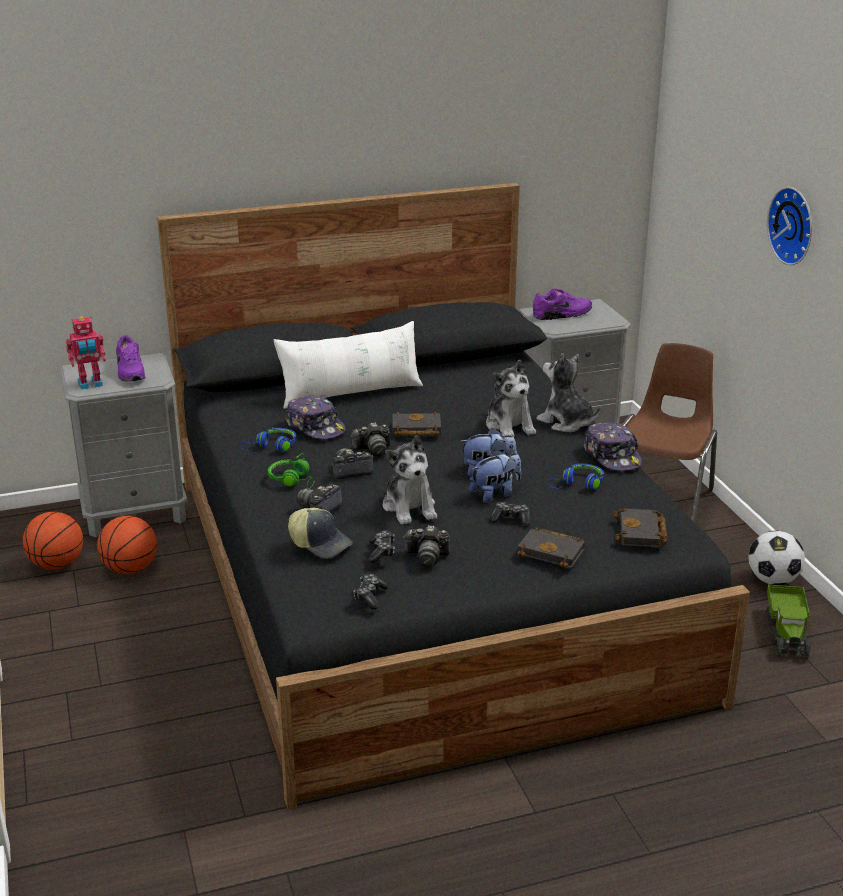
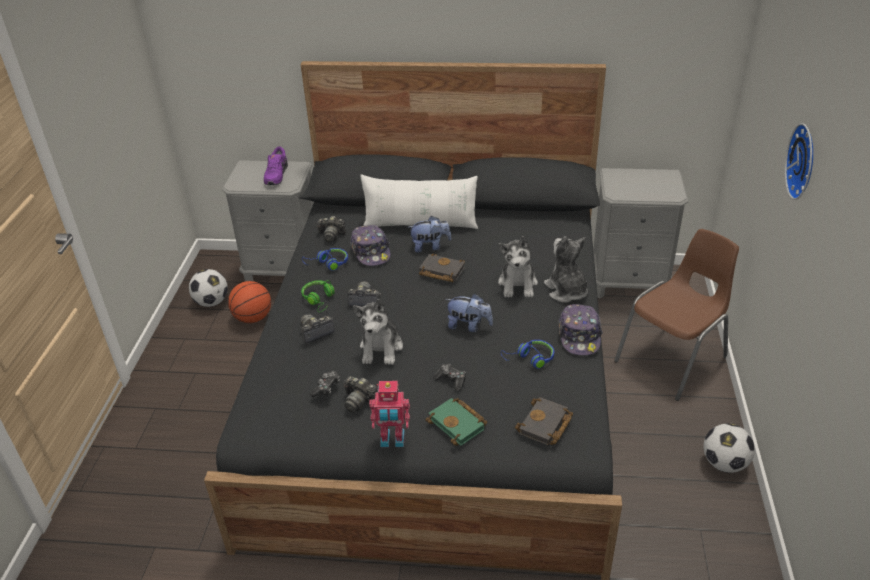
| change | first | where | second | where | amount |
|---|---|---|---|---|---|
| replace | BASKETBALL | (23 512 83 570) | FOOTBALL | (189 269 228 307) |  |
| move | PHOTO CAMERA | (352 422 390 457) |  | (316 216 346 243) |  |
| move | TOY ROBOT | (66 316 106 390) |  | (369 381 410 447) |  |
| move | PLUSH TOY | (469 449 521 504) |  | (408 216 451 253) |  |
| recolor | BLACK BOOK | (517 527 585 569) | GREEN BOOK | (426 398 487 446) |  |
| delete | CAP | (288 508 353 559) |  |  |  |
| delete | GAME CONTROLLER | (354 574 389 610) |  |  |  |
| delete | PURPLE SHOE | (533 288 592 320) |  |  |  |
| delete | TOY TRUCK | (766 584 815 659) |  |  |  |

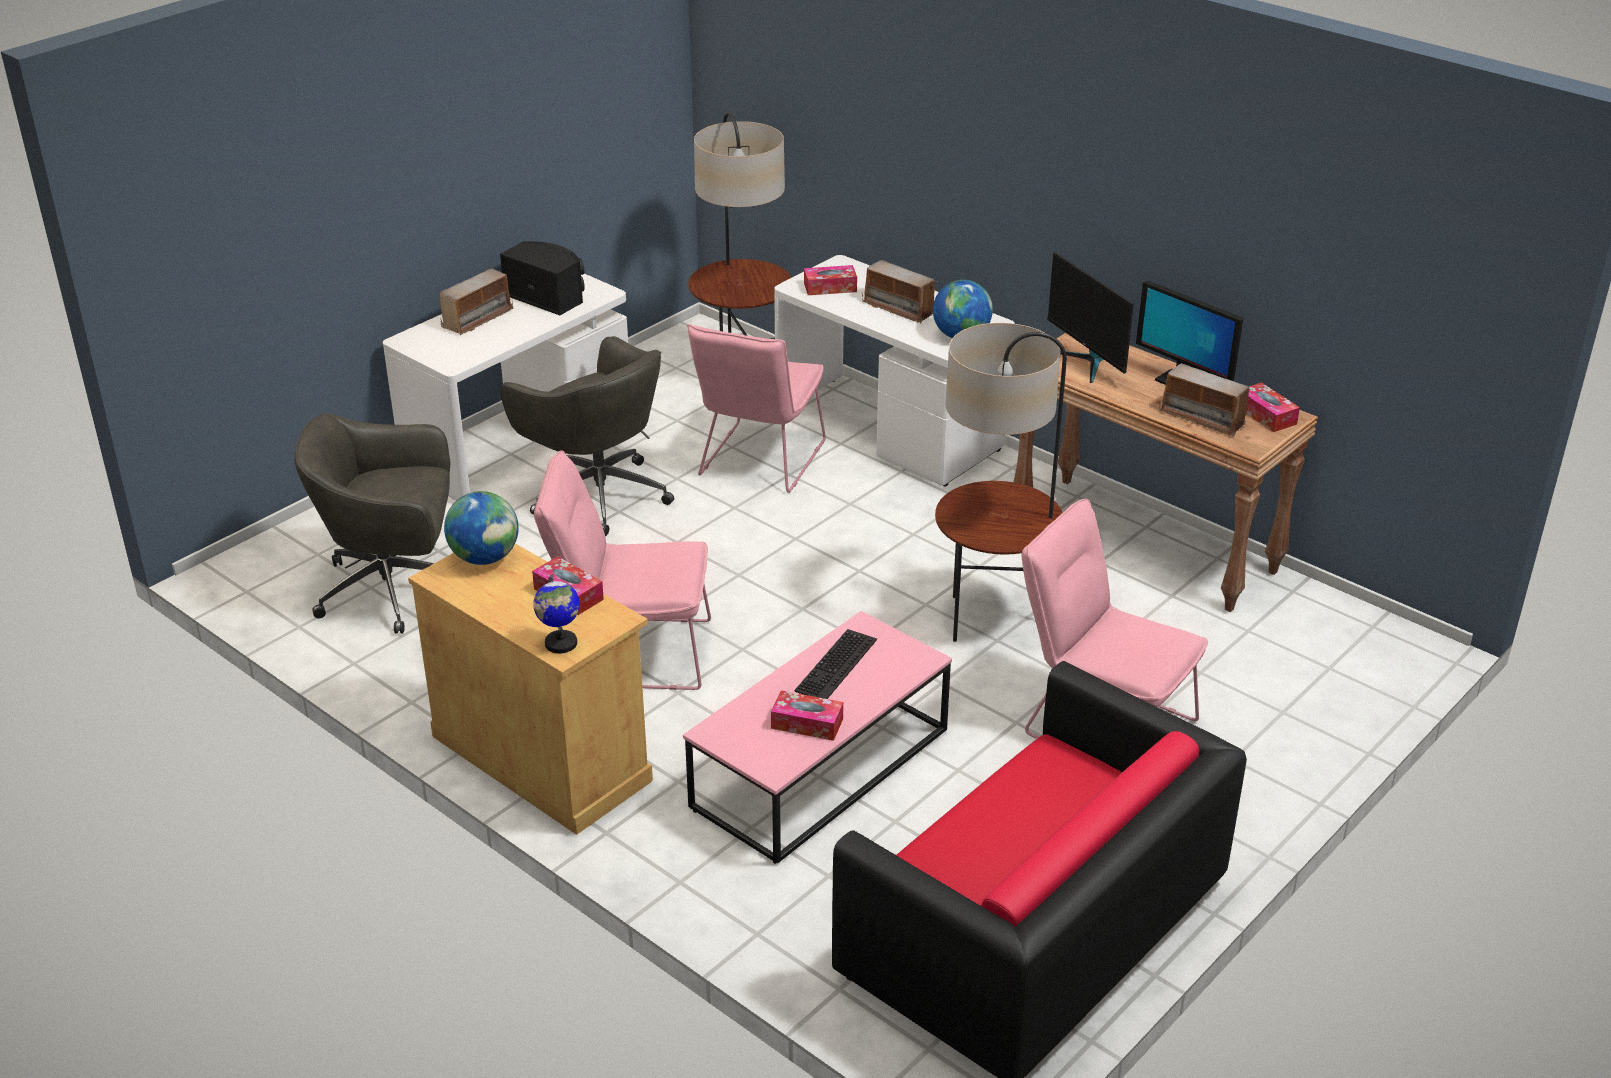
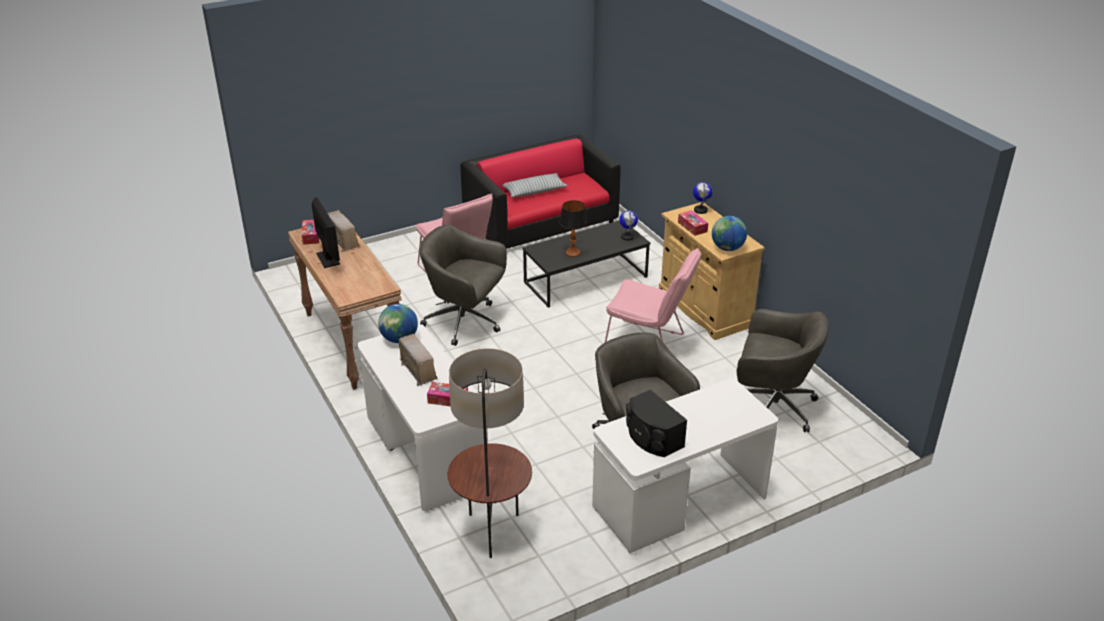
| change | first | where | second | where | amount |
|---|---|---|---|---|---|
| replace | FLOOR LAMP | (935 323 1067 642) | GREY OFFICE CHAIR | (419 225 507 346) |  |
| insert |  |  | PILLOW | (503 173 568 197) |  |
| recolor | PINK COFFEE TABLE | (683 611 952 864) | BLACK COFFEE TABLE | (523 221 650 308) |  |
| replace | KEYBOARD | (794 629 877 699) | TABLE LAMP | (559 200 587 257) |  |
| insert |  |  | GLOBE | (619 210 638 241) |  |
| delete | RADIO | (439 269 513 335) |  |  |  |
| delete | PINK CHAIR | (687 324 826 493) |  |  |  |
| delete | TISSUE BOX | (771 690 843 741) |  |  |  |
| delete | MONITOR | (1047 252 1134 383) |  |  |  |

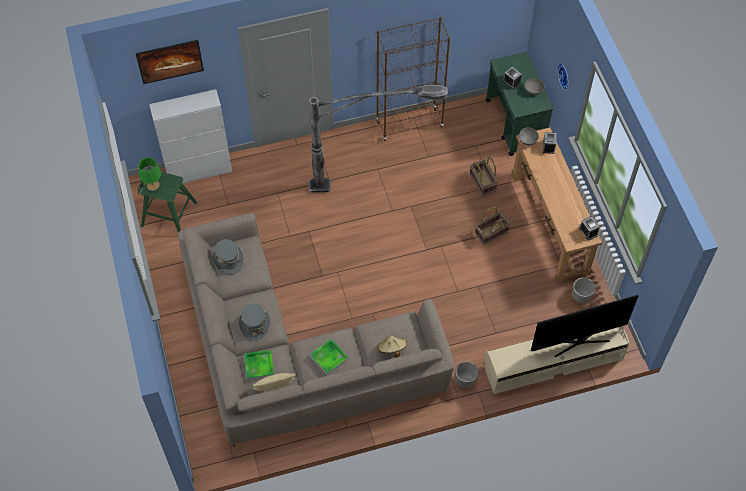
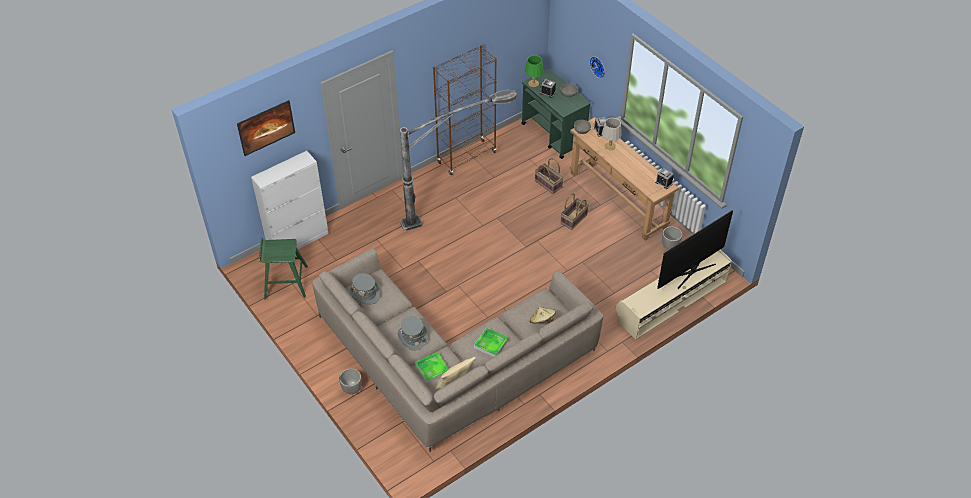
| change | first | where | second | where | amount |
|---|---|---|---|---|---|
| move | PLANTER | (455 361 479 388) |  | (339 368 362 394) |  |
| move | GREEN TABLE LAMP | (138 157 161 191) |  | (525 55 544 87) |  |
| insert |  |  | GREY TABLE LAMP | (602 118 622 150) |  |

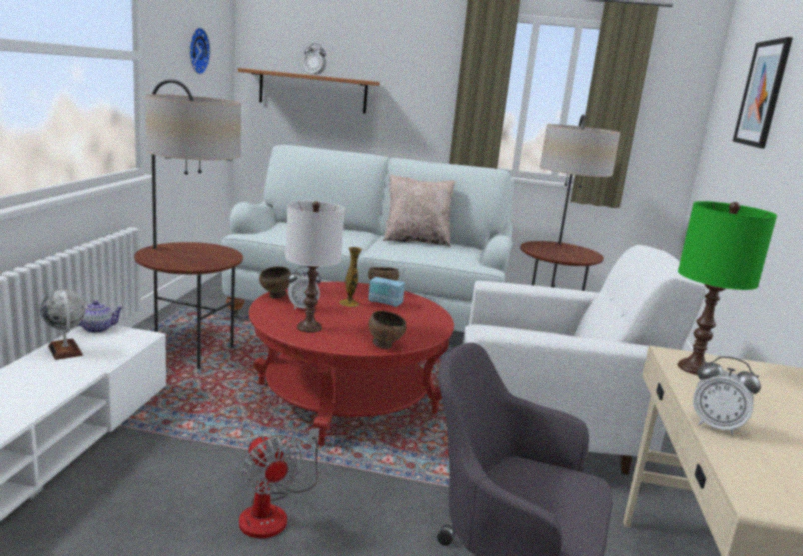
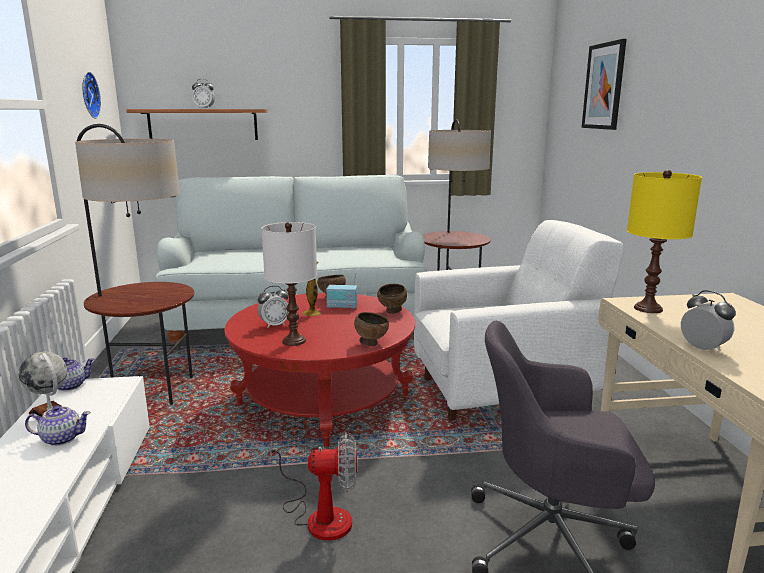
| change | first | where | second | where | amount |
|---|---|---|---|---|---|
| insert |  |  | TEAPOT | (25 405 91 446) |  |
| rotate | FAN | (239 428 319 539) |  | (270 432 357 541) | 45 degrees counterclockwise |
| move | BROWN BOWL | (259 266 291 299) |  | (377 284 407 314) |  |
| recolor | GREEN TABLE LAMP | (677 201 777 375) | YELLOW TABLE LAMP | (627 170 702 313) |  |
| rotate | ALARM CLOCK | (693 356 761 436) |  | (681 290 736 352) | 135 degrees counterclockwise |
| delete | BEIGE PILLOW | (383 174 455 247) |  |  |  |

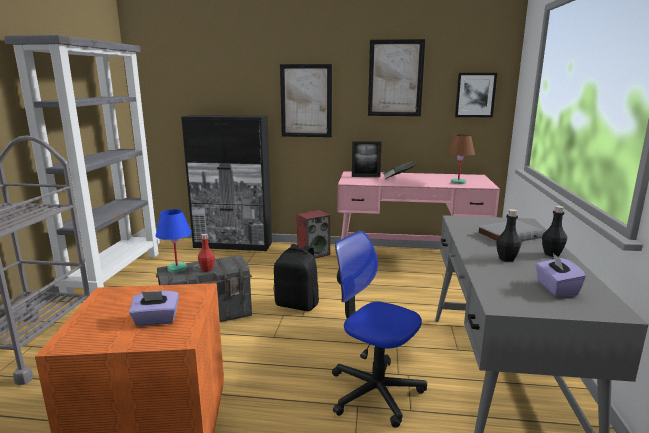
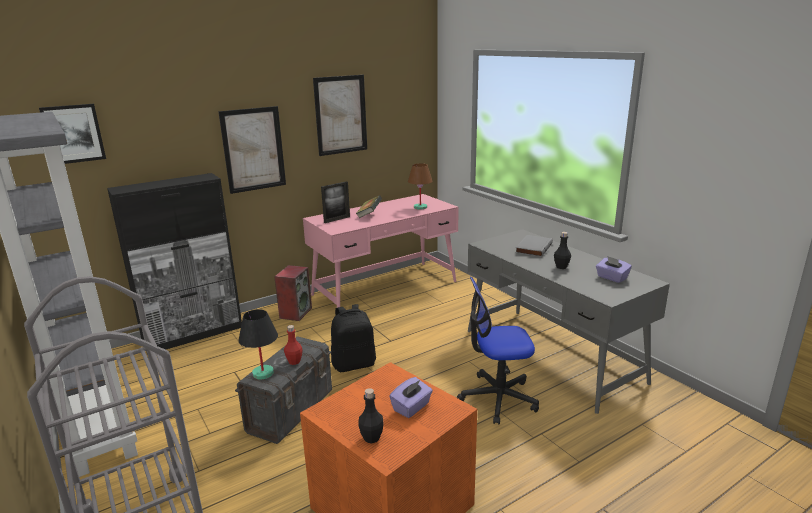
| change | first | where | second | where | amount |
|---|---|---|---|---|---|
| move | PICTURE | (455 73 497 117) |  | (39 104 106 164) |  |
| recolor | BLUE TABLE LAMP | (156 209 192 273) | BLACK TABLE LAMP | (238 309 278 379) |  |
| move | BLACK BOTTLE | (542 206 567 257) |  | (359 388 384 443) |  |

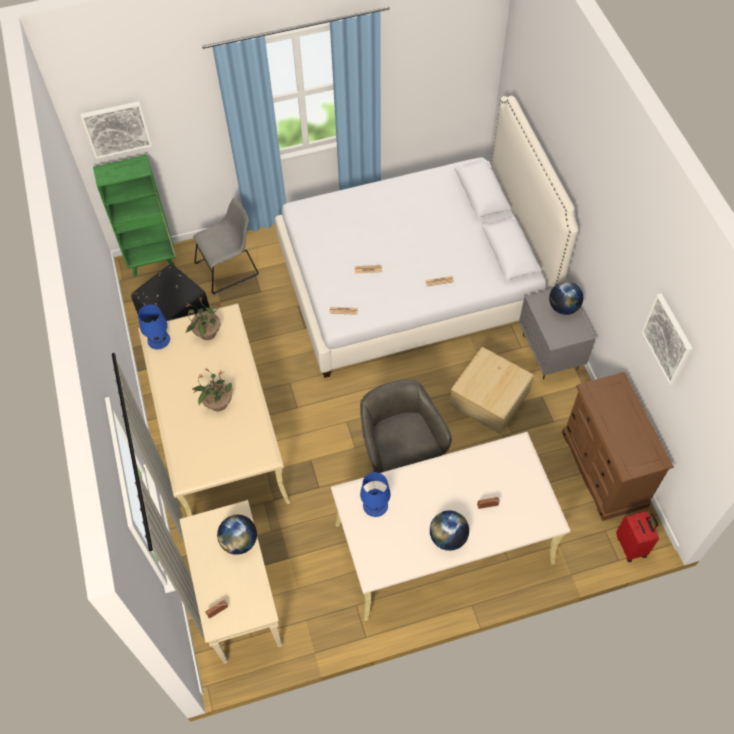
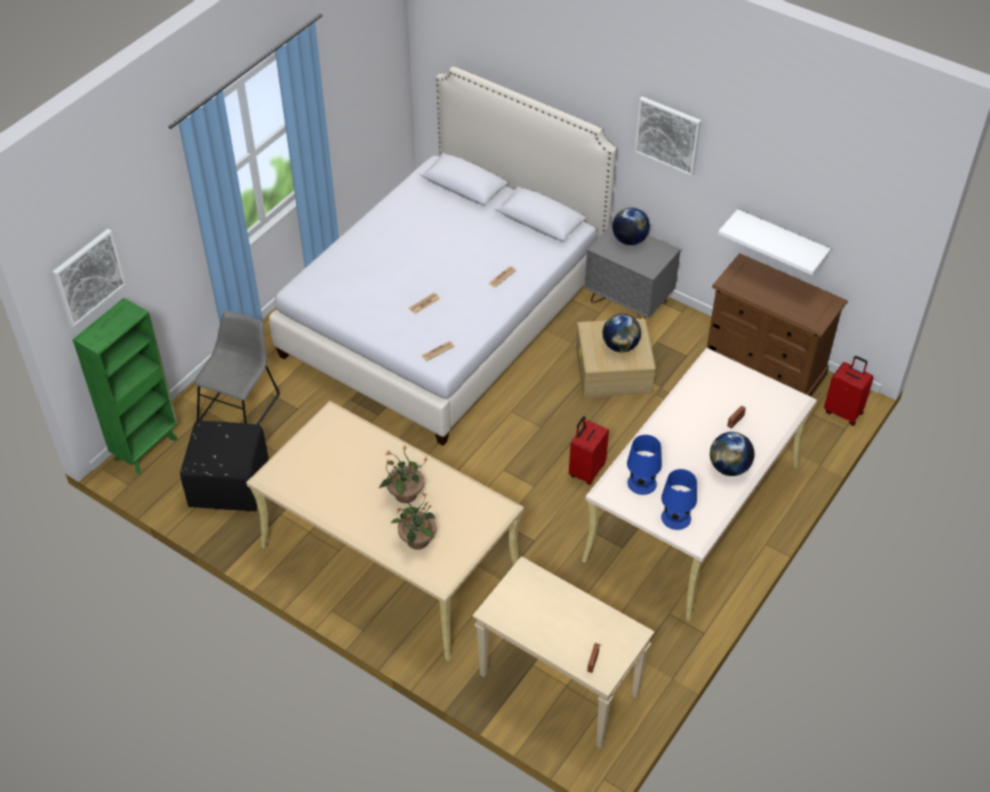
| change | first | where | second | where | amount |
|---|---|---|---|---|---|
| move | POTTED PLANT | (185 297 220 340) |  | (391 492 437 550) |  |
| replace | GREY OFFICE CHAIR | (360 379 452 474) | RED SUITCASE | (569 416 609 485) |  |
| move | GLOBE | (217 515 257 555) |  | (603 314 641 352) |  |
| move | PICTURE | (641 293 693 385) |  | (635 97 701 176) |  |
| move | BLUE TABLE LAMP | (138 304 170 349) |  | (661 469 697 530) |  |
| insert |  |  | WHITE SHELF | (718 209 831 275) |  |

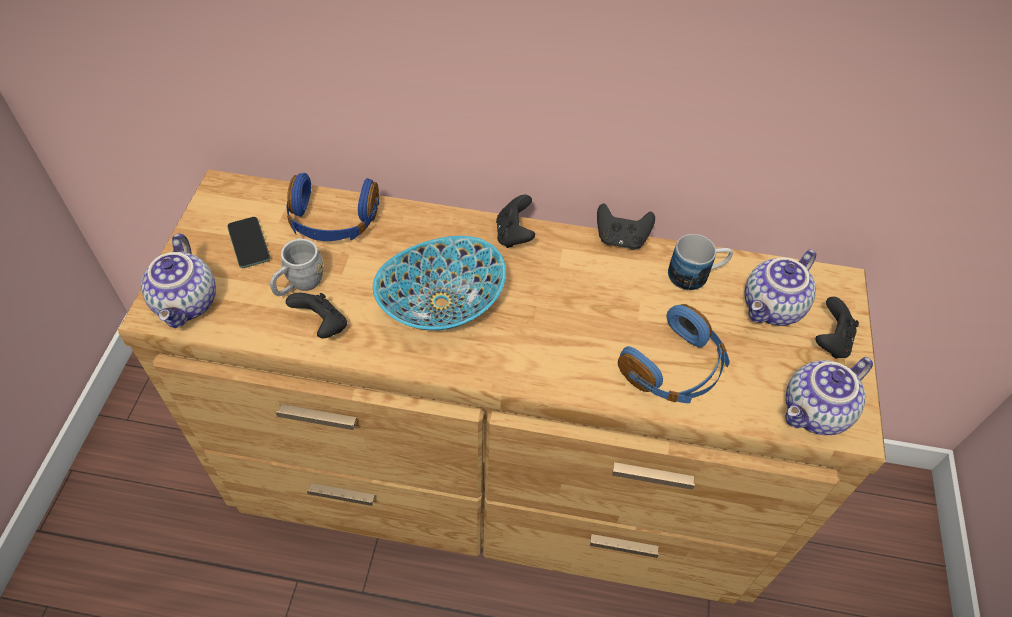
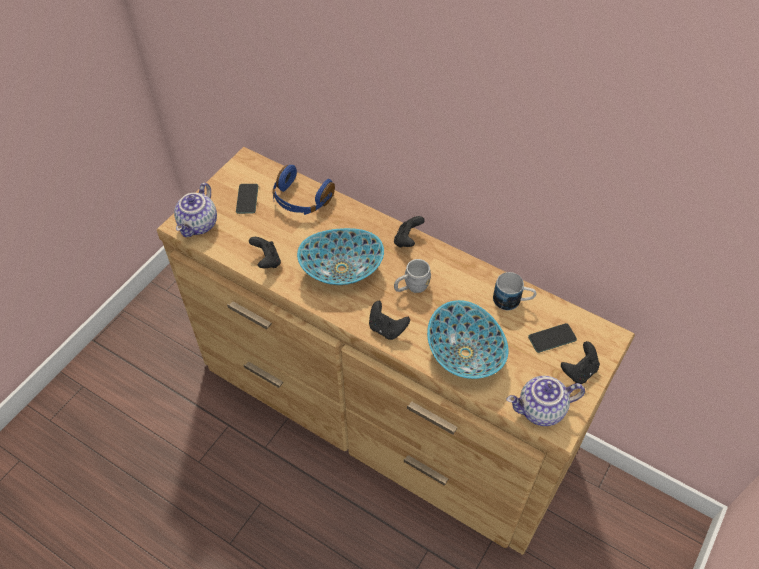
| change | first | where | second | where | amount |
|---|---|---|---|---|---|
| move | BLACK GAME CONTROLLER | (597 203 655 249) |  | (369 301 410 340) |  |
| move | GREY MUG | (270 239 323 296) |  | (394 259 431 293) |  |
| replace | BLUE HEADPHONES | (618 304 730 403) | BOWL | (427 300 509 379) |  |
| replace | TEAPOT | (745 249 816 326) | PHONE | (528 323 577 353) |  |

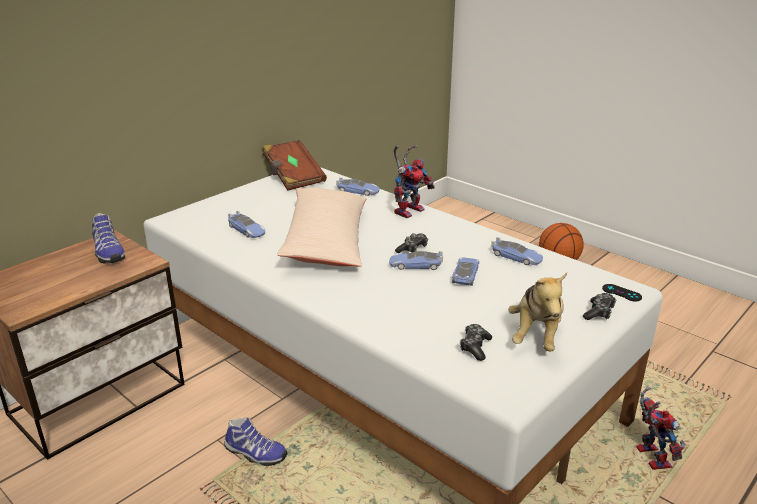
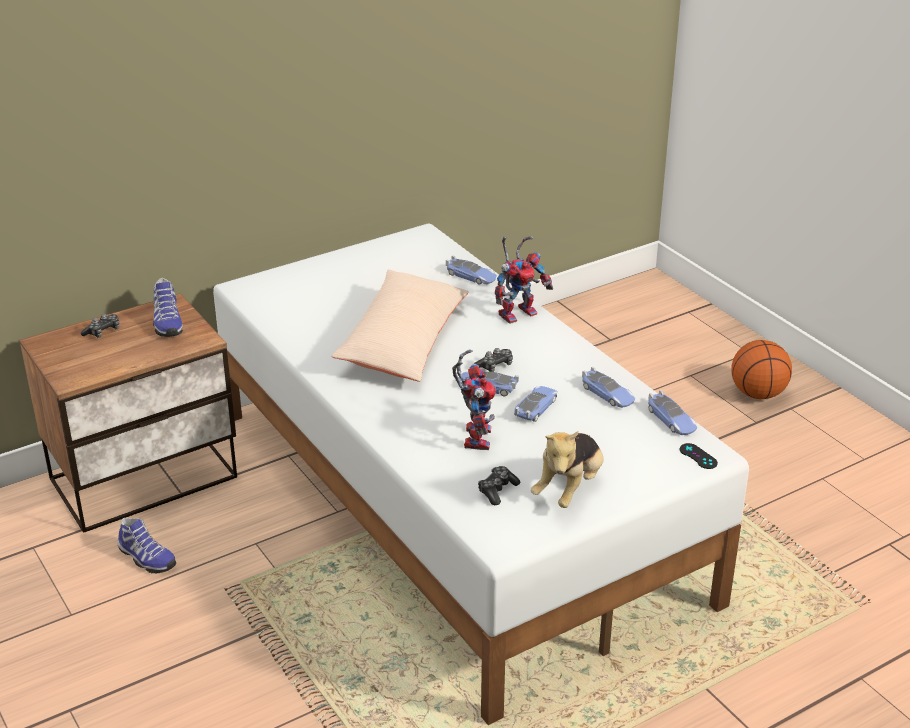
| change | first | where | second | where | amount |
|---|---|---|---|---|---|
| move | GAME CONTROLLER | (583 293 616 320) |  | (81 314 119 338) |  |
| move | SHOE | (224 417 287 466) |  | (118 518 176 573) |  |
| move | TOY ROBOT | (636 387 685 470) |  | (452 349 496 450) |  |
| move | TOY CAR | (228 211 266 238) |  | (648 390 697 435) |  |
| delete | BROWN BOOK | (263 140 327 191) |  |  |  |

